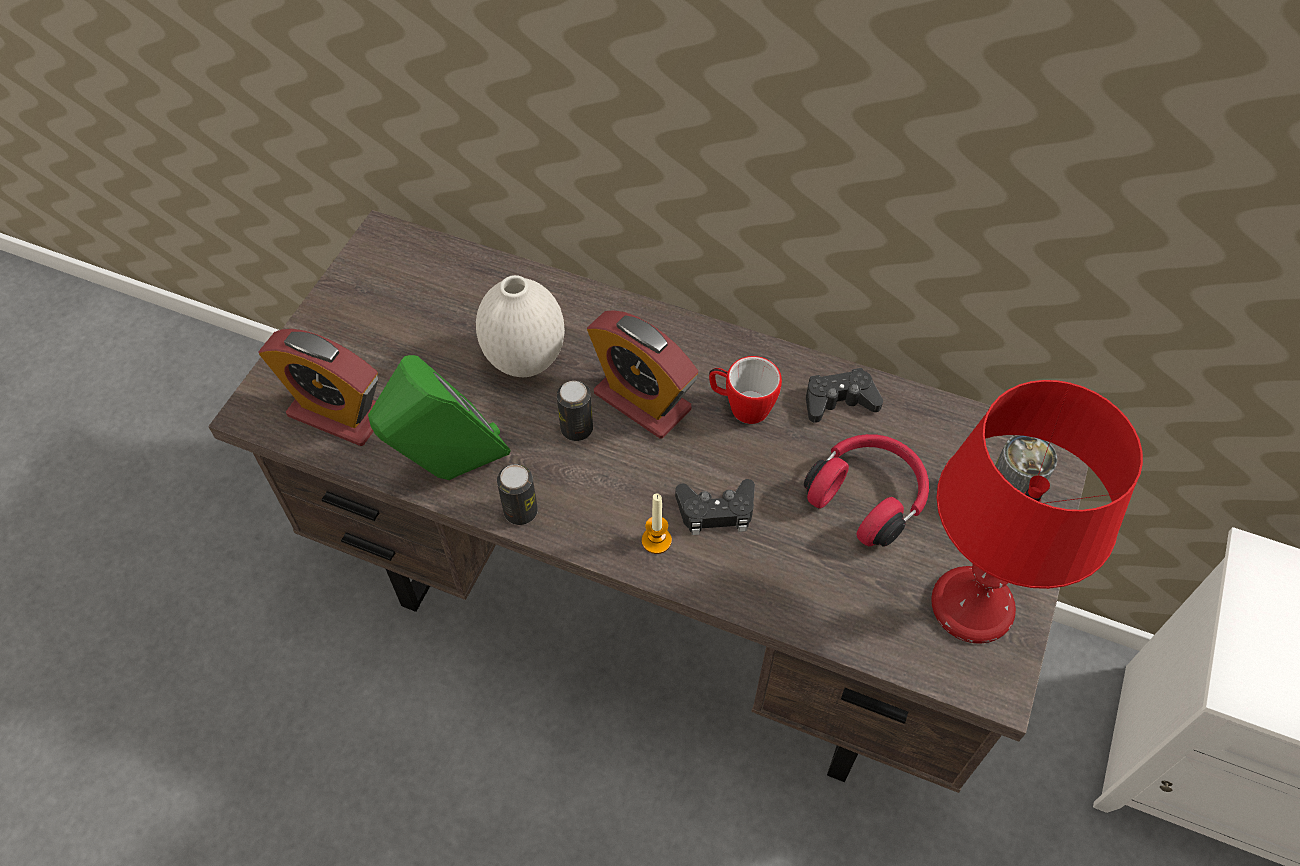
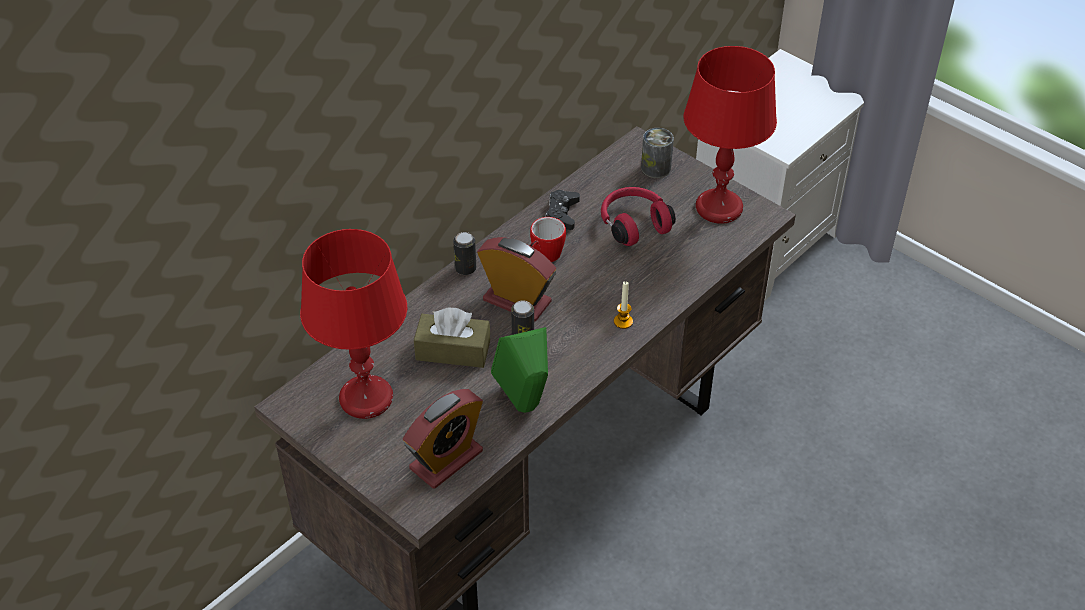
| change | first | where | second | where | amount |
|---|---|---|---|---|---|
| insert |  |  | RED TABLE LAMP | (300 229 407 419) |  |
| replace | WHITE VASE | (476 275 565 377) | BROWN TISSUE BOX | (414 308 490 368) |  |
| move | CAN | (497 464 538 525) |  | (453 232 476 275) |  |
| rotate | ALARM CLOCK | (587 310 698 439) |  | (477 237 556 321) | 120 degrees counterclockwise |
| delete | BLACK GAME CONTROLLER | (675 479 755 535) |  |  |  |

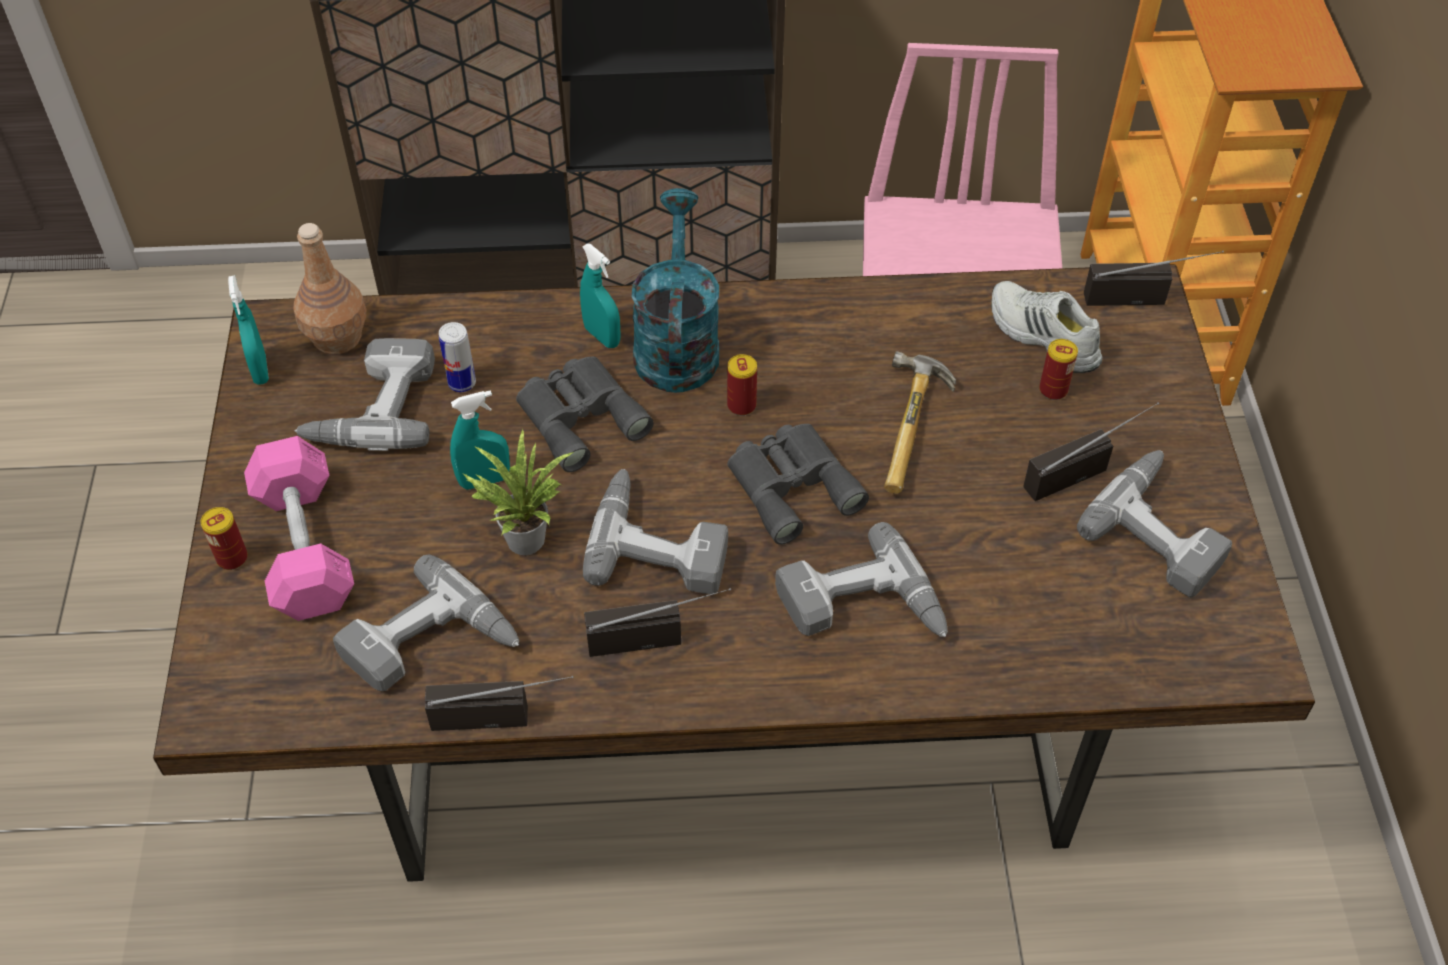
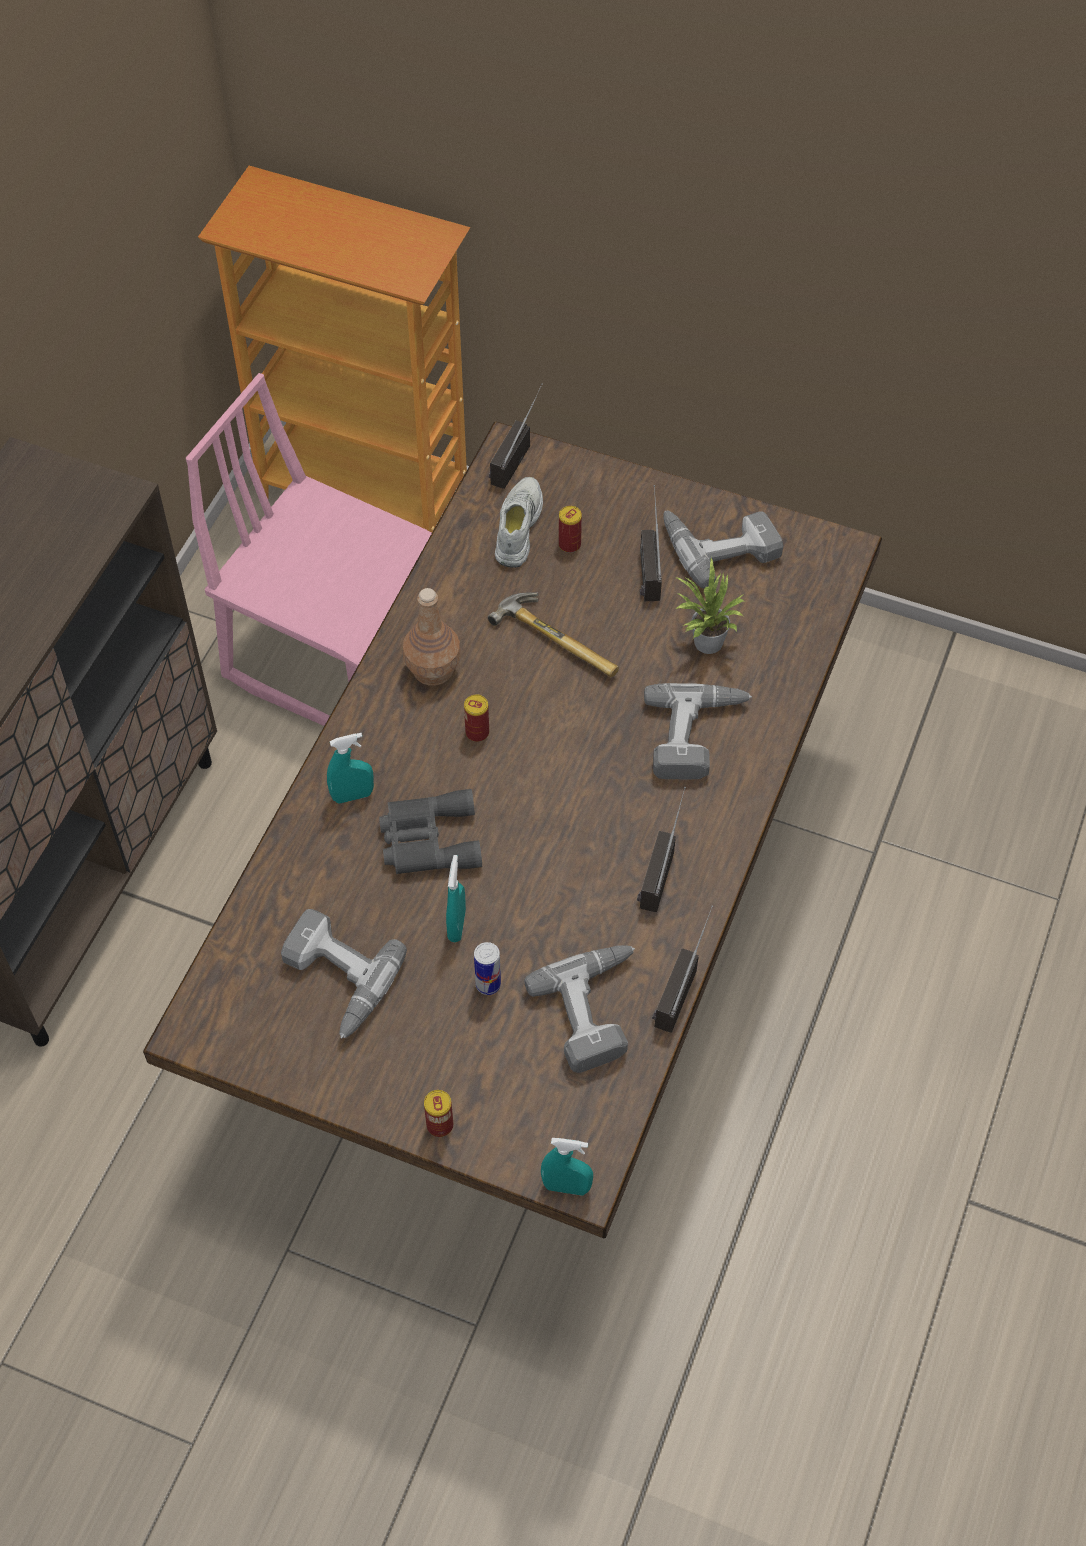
| change | first | where | second | where | amount |
|---|---|---|---|---|---|
| move | BROWN BOTTLE | (293 223 366 354) |  | (403 588 461 686) |  |
| move | CAN | (439 322 476 392) |  | (474 942 501 995) |  |
| rotate | WHITE SHOE | (991 281 1102 373) |  | (495 477 543 568) | 120 degrees clockwise |
| move | TURQUOISE SPRAY BOTTLE | (228 275 269 385) |  | (541 1138 593 1195) |  |
| move | POTTED PLANT | (462 429 574 555) |  | (675 558 744 654) |  |
| delete | PINK DUMBBELL | (244 436 354 621) |  |  |  |
| delete | POWER DRILL | (583 469 728 594) |  |  |  |
| delete | TURQUOISE WATERING CAN | (632 188 719 393) |  |  |  |
| delete | GREY BINOCULARS | (727 424 869 545) |  |  |  |

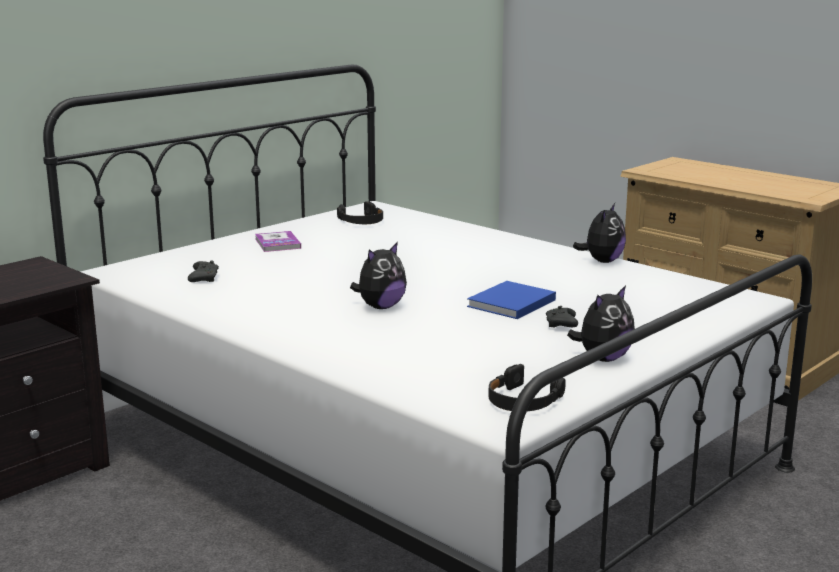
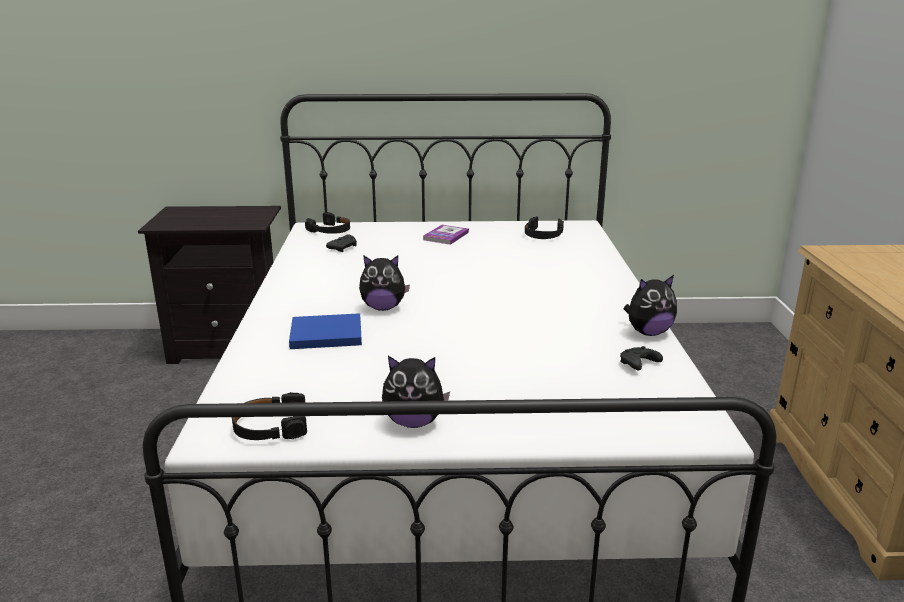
| change | first | where | second | where | amount |
|---|---|---|---|---|---|
| move | BLUE BOOK | (467 281 556 319) |  | (289 313 362 349) |  |
| insert |  |  | BLACK HEADPHONES | (305 212 350 234) |  |
| move | BLACK GAME CONTROLLER | (546 306 578 328) |  | (620 346 663 370) |  |

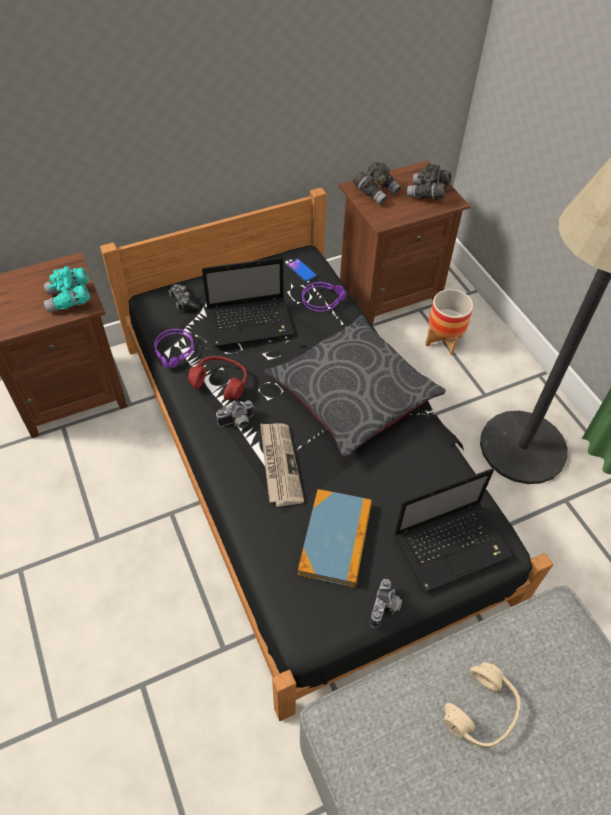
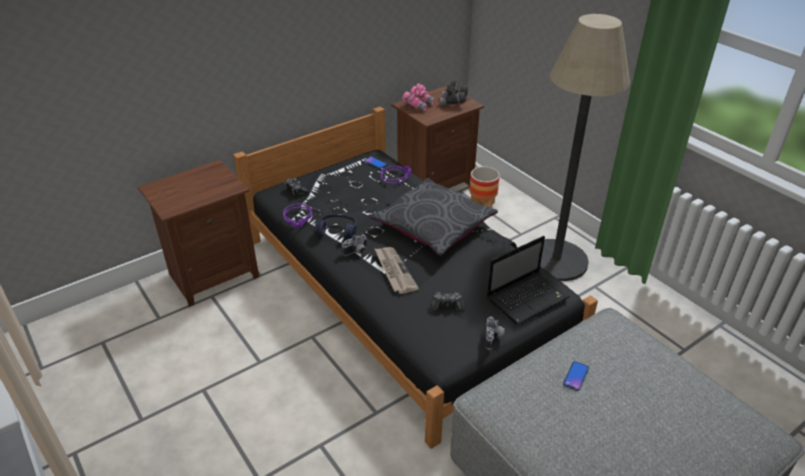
| change | first | where | second | where | amount |
|---|---|---|---|---|---|
| recolor | RED HEADPHONES | (188 356 247 400) | BLUE HEADPHONES | (315 214 357 240) |  |
| recolor | GREY BINOCULARS | (353 162 401 205) | PINK BINOCULARS | (402 84 435 111) |  |
| replace | BOOK | (298 489 372 588) | GAME CONTROLLER | (431 292 465 313) |  |
| replace | BEIGE HEADPHONES | (444 662 521 748) | PHONE | (563 361 589 391) |  |
| delete | TURQUOISE BINOCULARS | (44 266 90 313) |  |  |  |
| delete | LAPTOP | (202 257 294 347) |  |  |  |

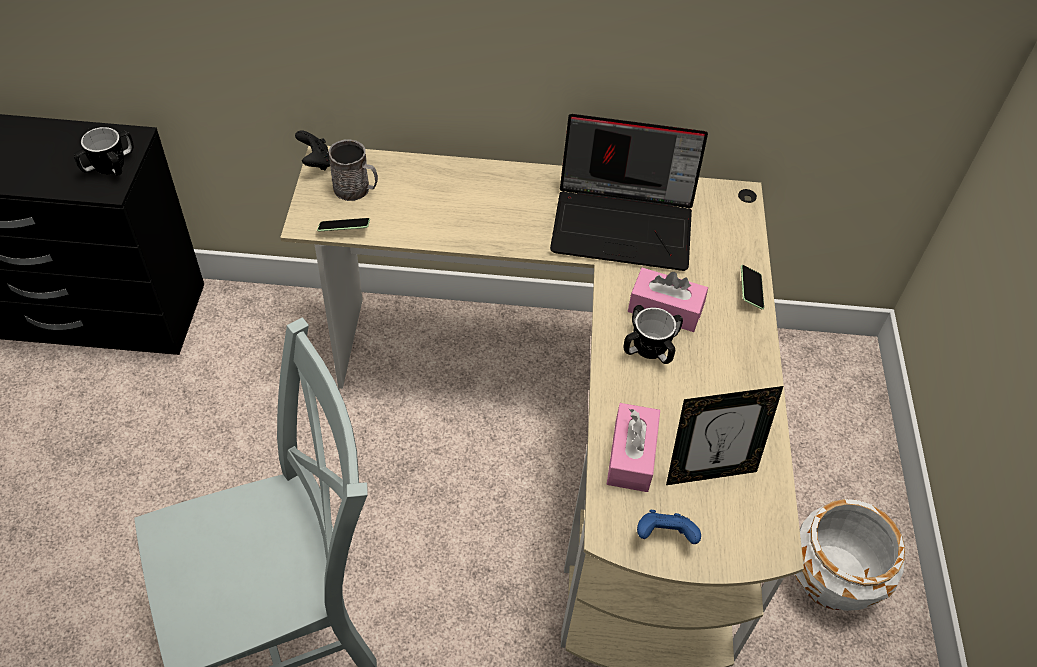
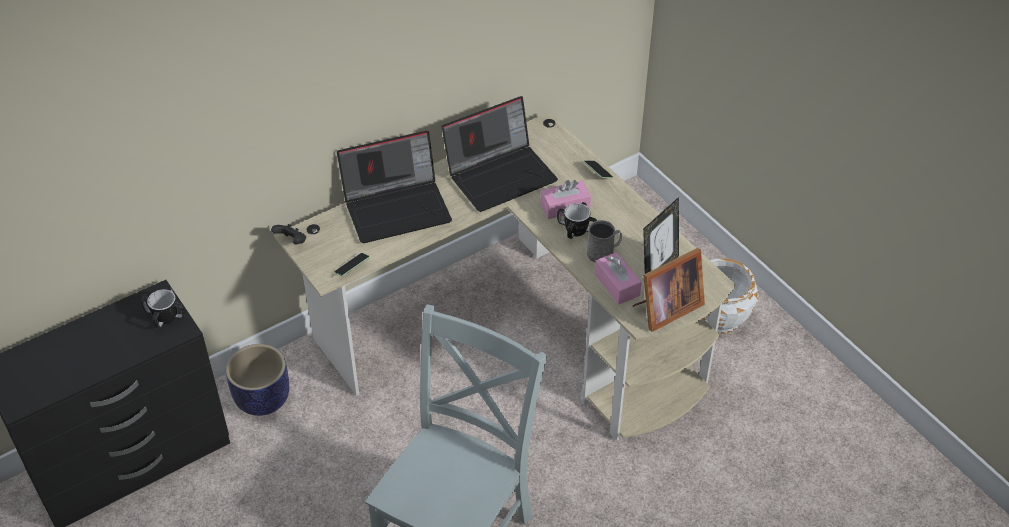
| change | first | where | second | where | amount |
|---|---|---|---|---|---|
| insert |  |  | PLANTER | (226 344 289 416) |  |
| insert |  |  | LAPTOP | (337 131 452 243) |  |
| move | GREY MUG | (329 140 378 201) |  | (587 220 622 262) |  |
| replace | BLUE GAME CONTROLLER | (637 510 701 544) | PICTURE FRAME | (633 248 705 332) |  |

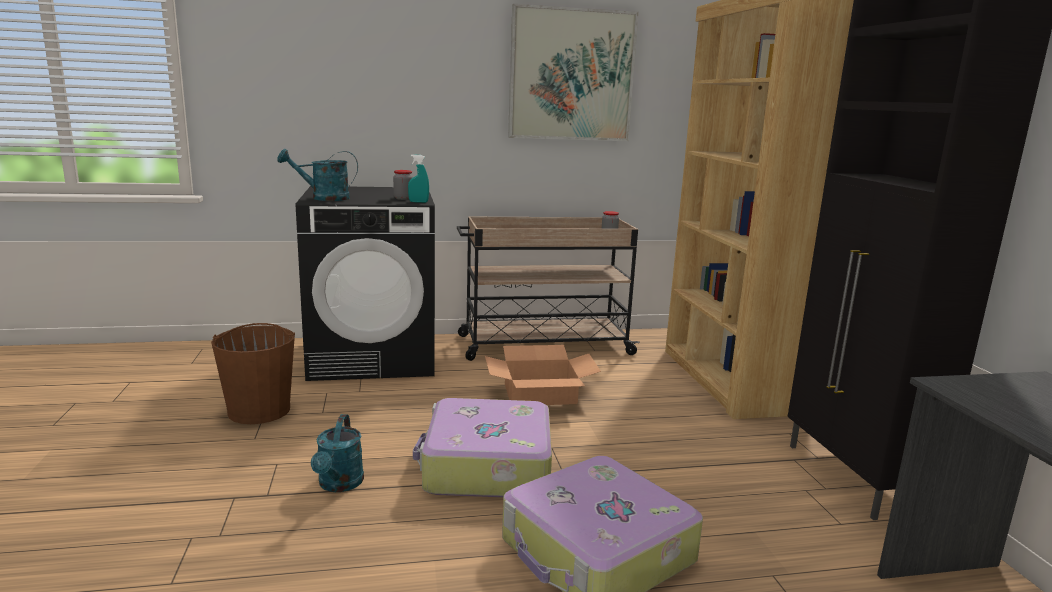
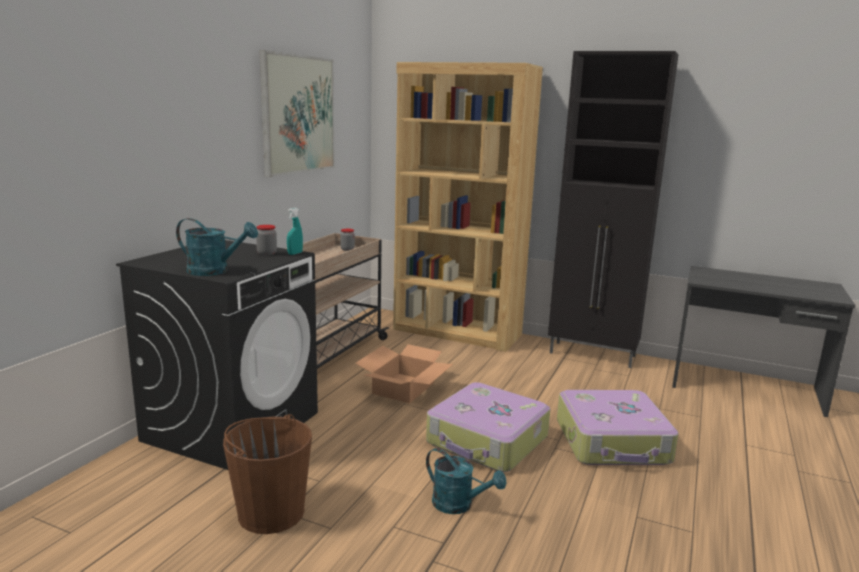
| change | first | where | second | where | amount |
|---|---|---|---|---|---|
| rotate | TURQUOISE WATERING CAN | (277 149 358 201) |  | (176 218 258 276) | 105 degrees counterclockwise |

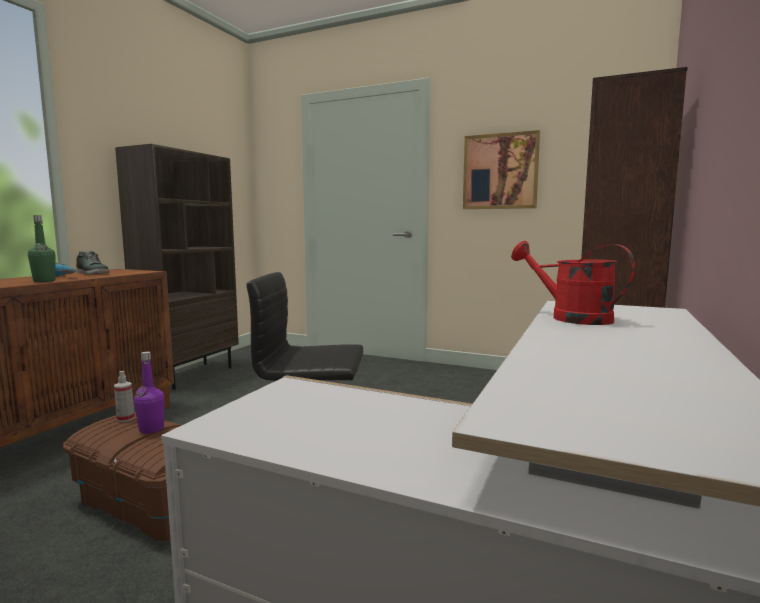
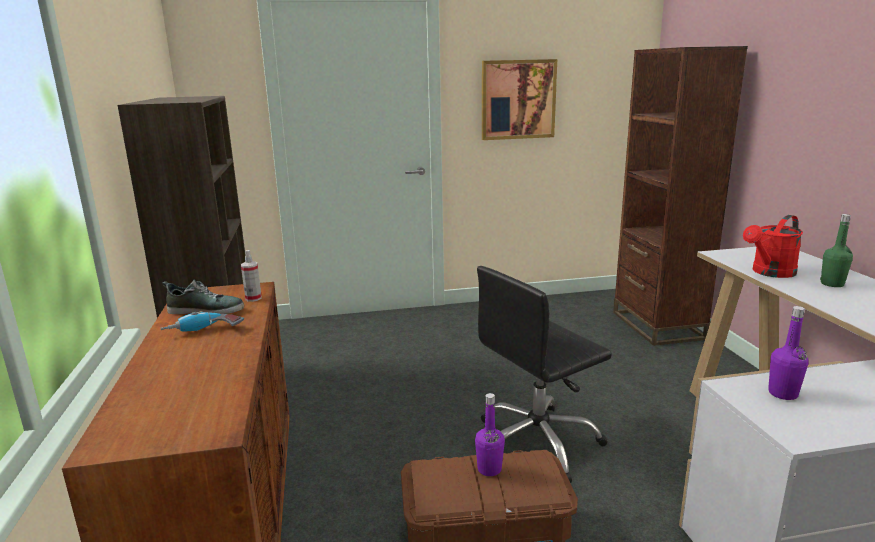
| change | first | where | second | where | amount |
|---|---|---|---|---|---|
| move | SPRAY BOTTLE | (114 371 135 422) |  | (241 250 262 302) |  |
| rotate | RED WATERING CAN | (511 241 635 325) |  | (743 215 803 278) | 45 degrees counterclockwise |
| insert |  |  | PURPLE BOTTLE | (768 306 809 400) |  |
| move | GREEN BOTTLE | (28 215 56 282) |  | (820 214 853 287) |  |

